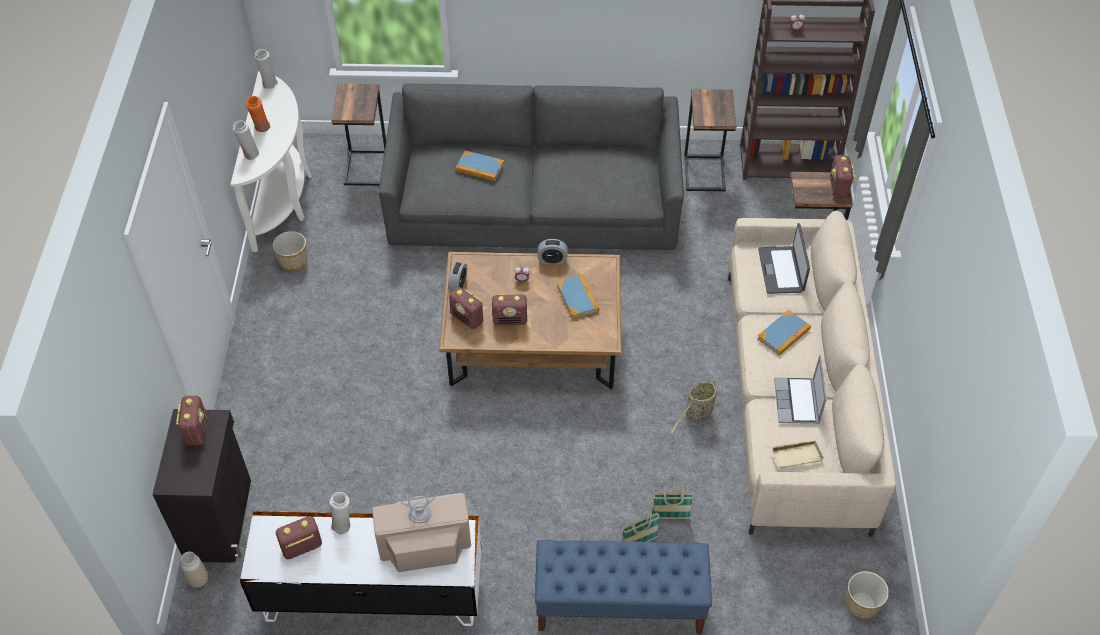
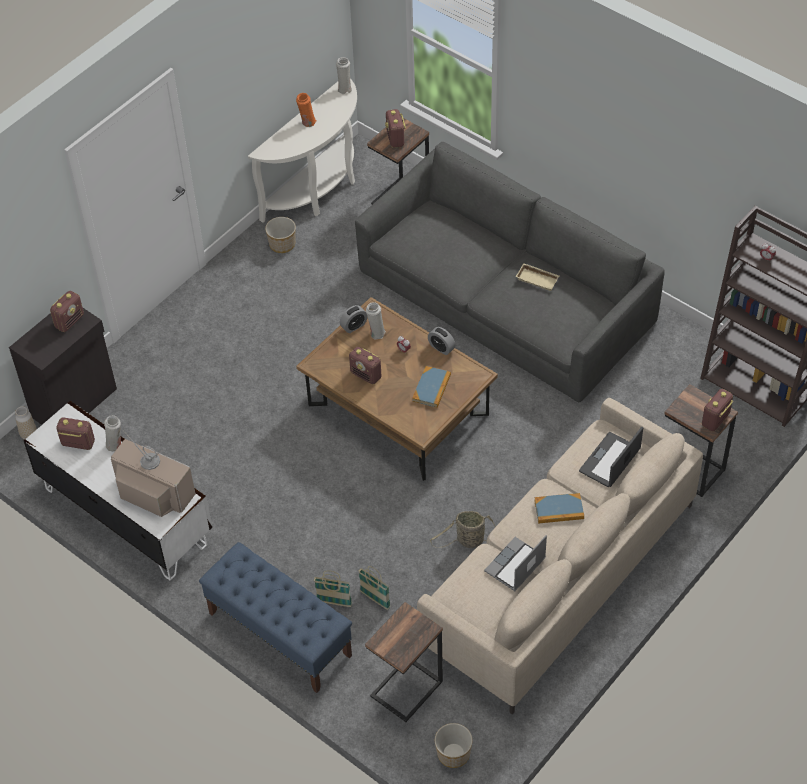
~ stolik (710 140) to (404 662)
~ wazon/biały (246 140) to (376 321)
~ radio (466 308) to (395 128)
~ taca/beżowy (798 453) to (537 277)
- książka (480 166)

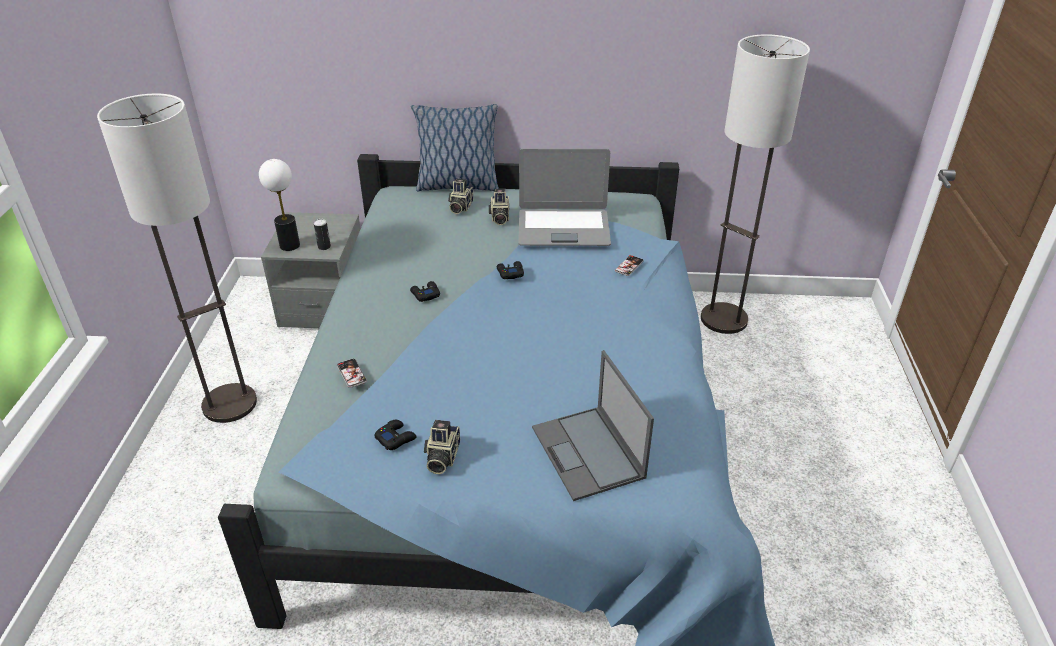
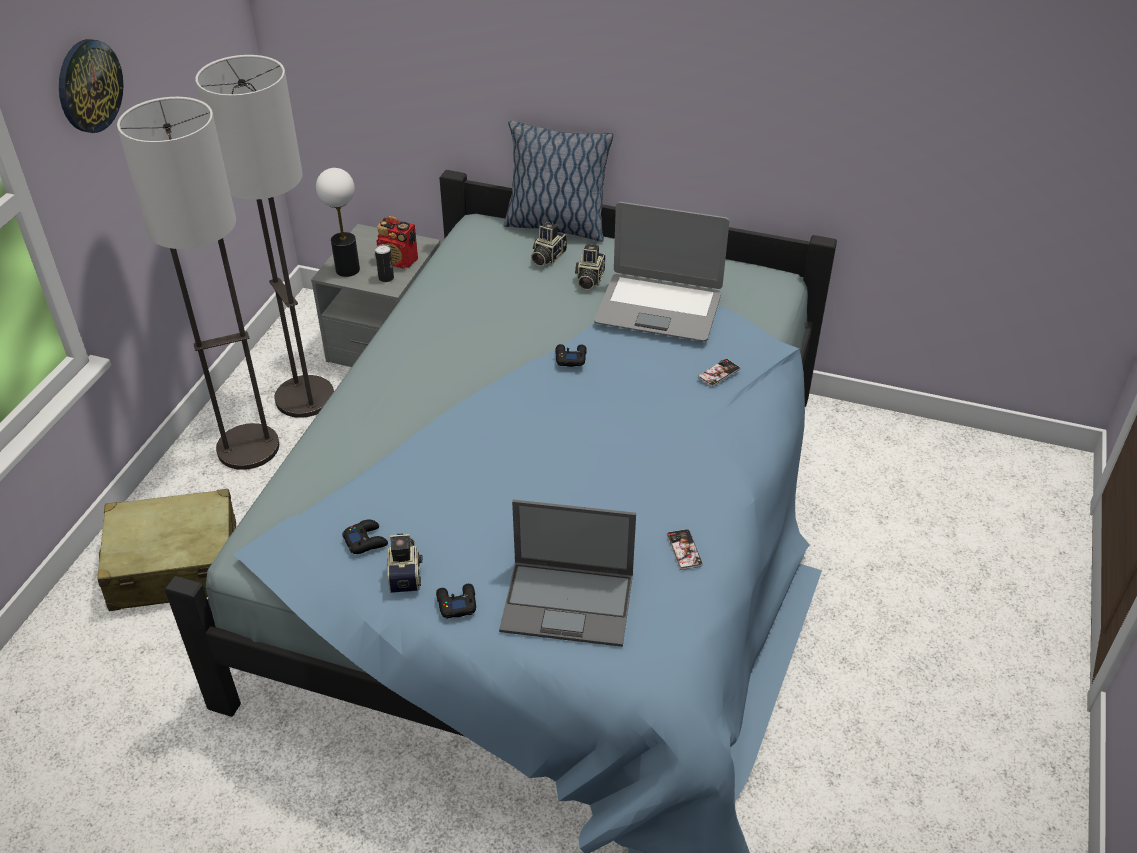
+ zegar ścienny (91 86)
+ walizka/beżowy (166 550)
~ lampa stojąca (755 184) to (264 236)
+ radio (397 242)
~ aparat fotograficzny (442 447) = (405 563) 150 degrees clockwise
~ pad do gier/czarny (425 291) to (456 601)
~ laptop (593 425) = (567 573) 75 degrees counterclockwise
~ telefon (352 373) to (685 549)

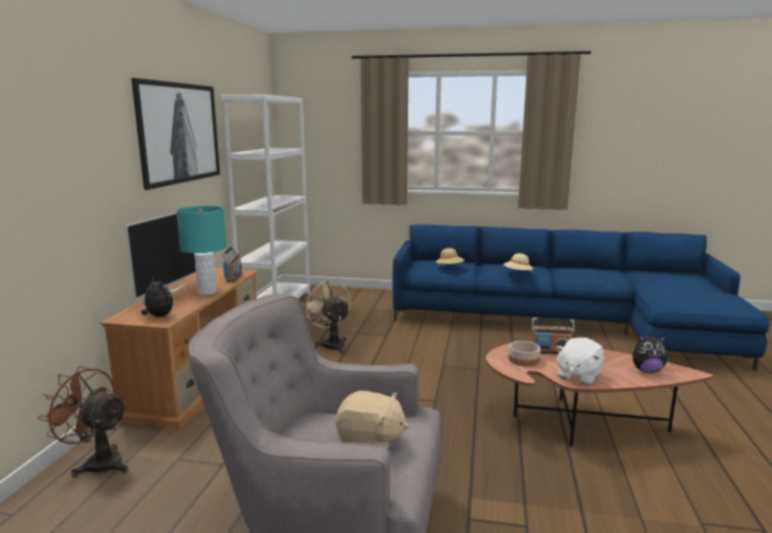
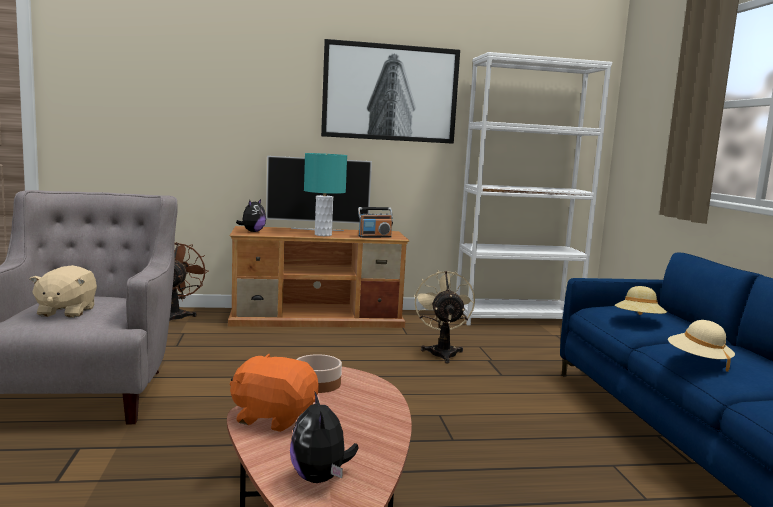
~ pluszak/biały (579 361) to pluszak/pomarańczowy (274 393)
~ wentylator/beżowy (327 316) = (444 317) 45 degrees counterclockwise
- radio (553 335)

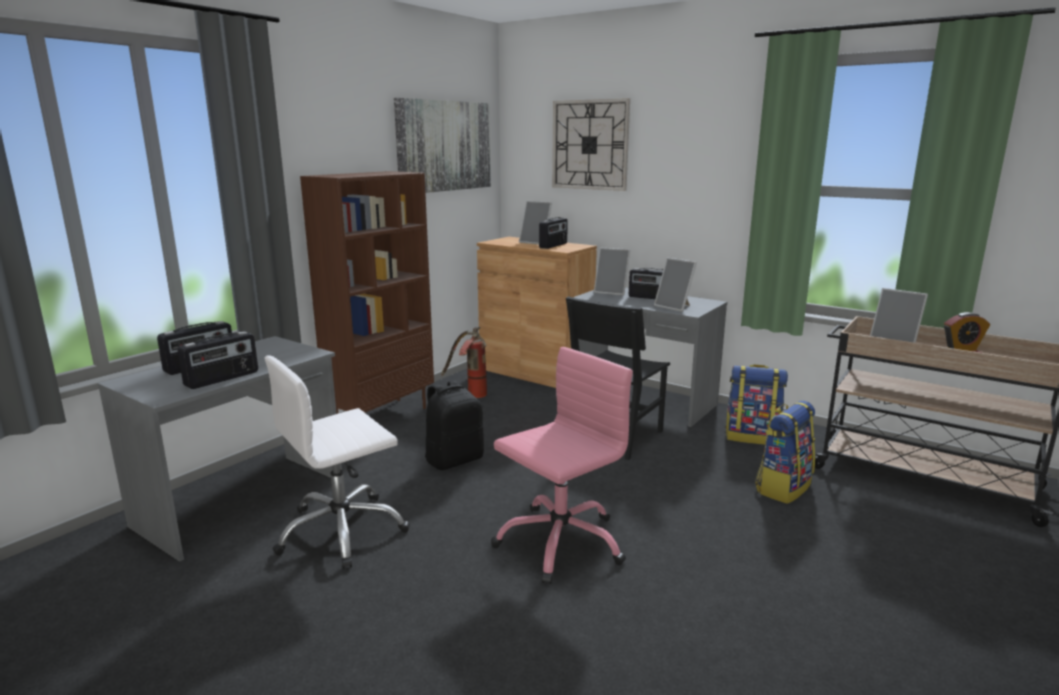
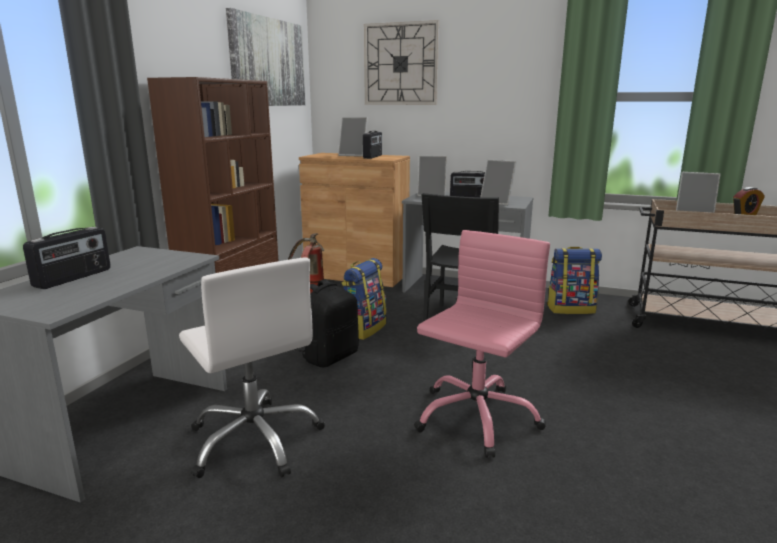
~ krzesło biurowe/biały (337 462) = (252 367) 75 degrees counterclockwise
~ plecak (785 452) to (364 299)
- radio (217 360)

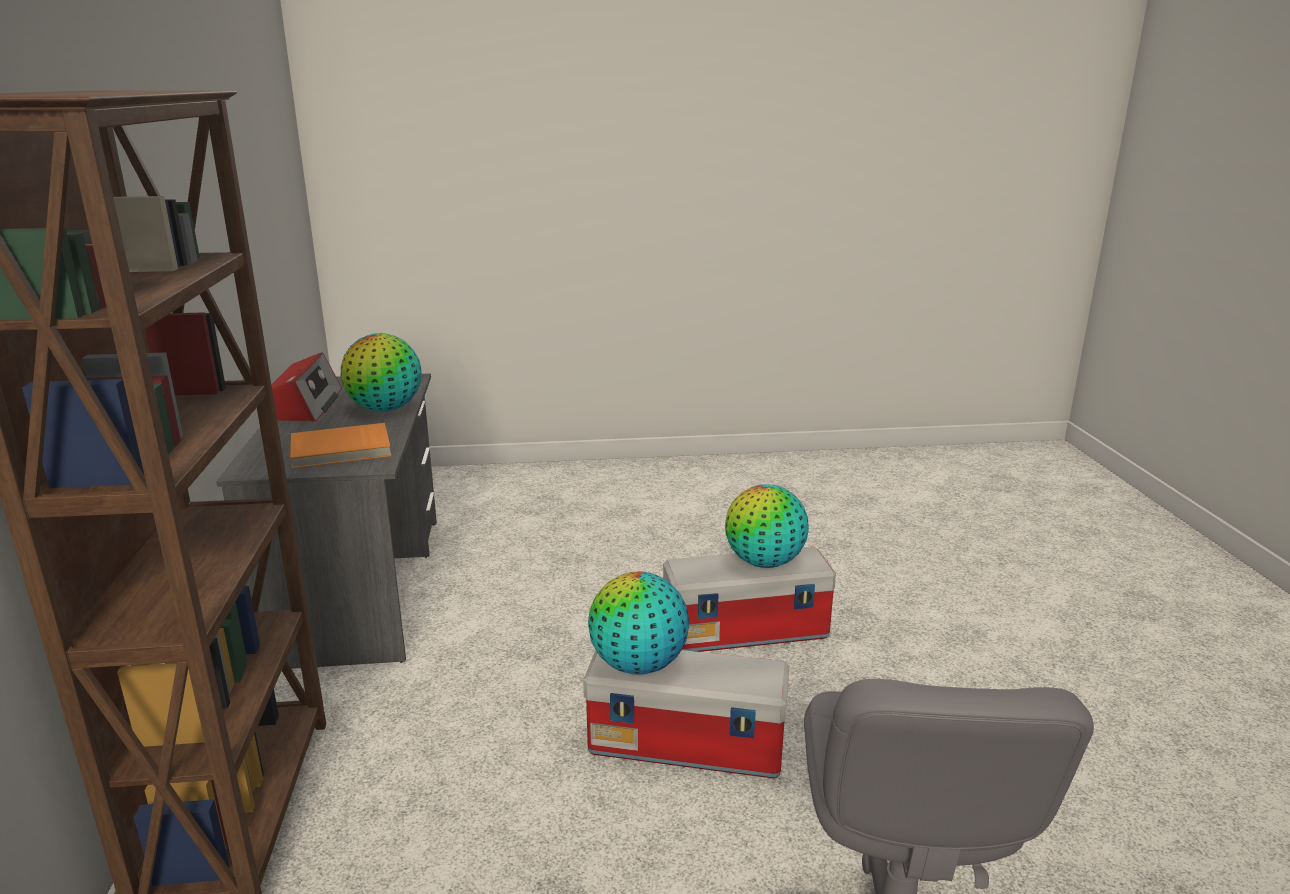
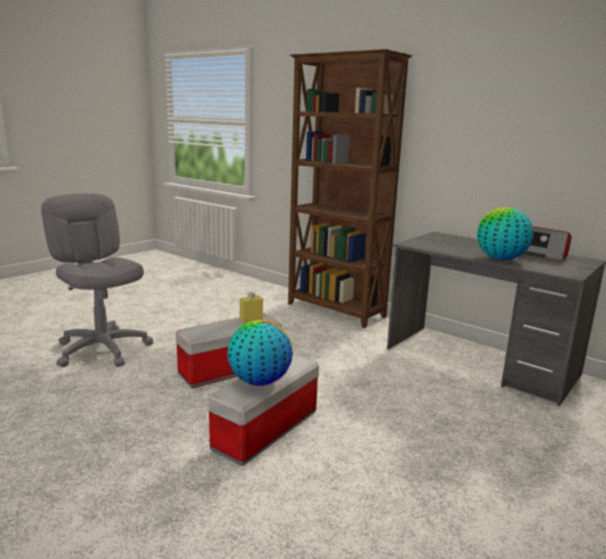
~ globus (638 623) to butelka/żółty (251 307)
- książka/pomarańczowy (340 446)

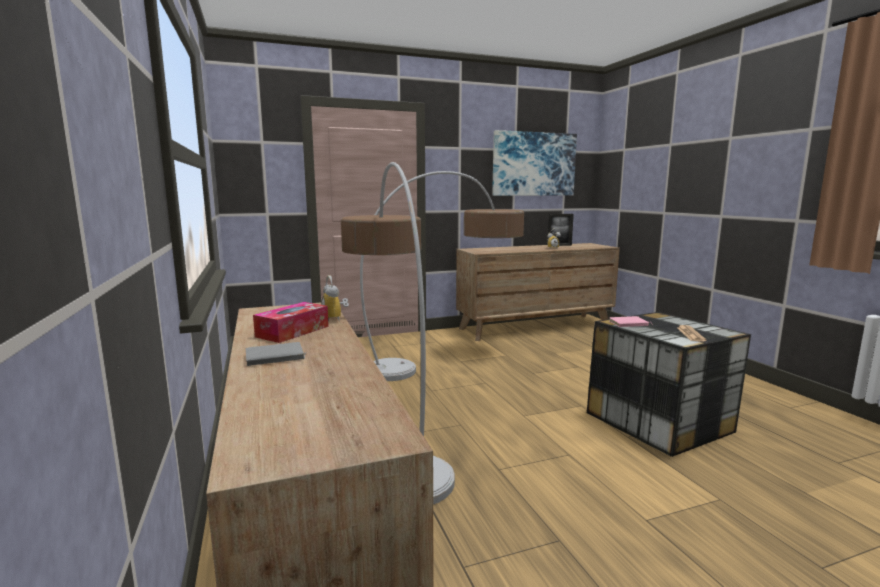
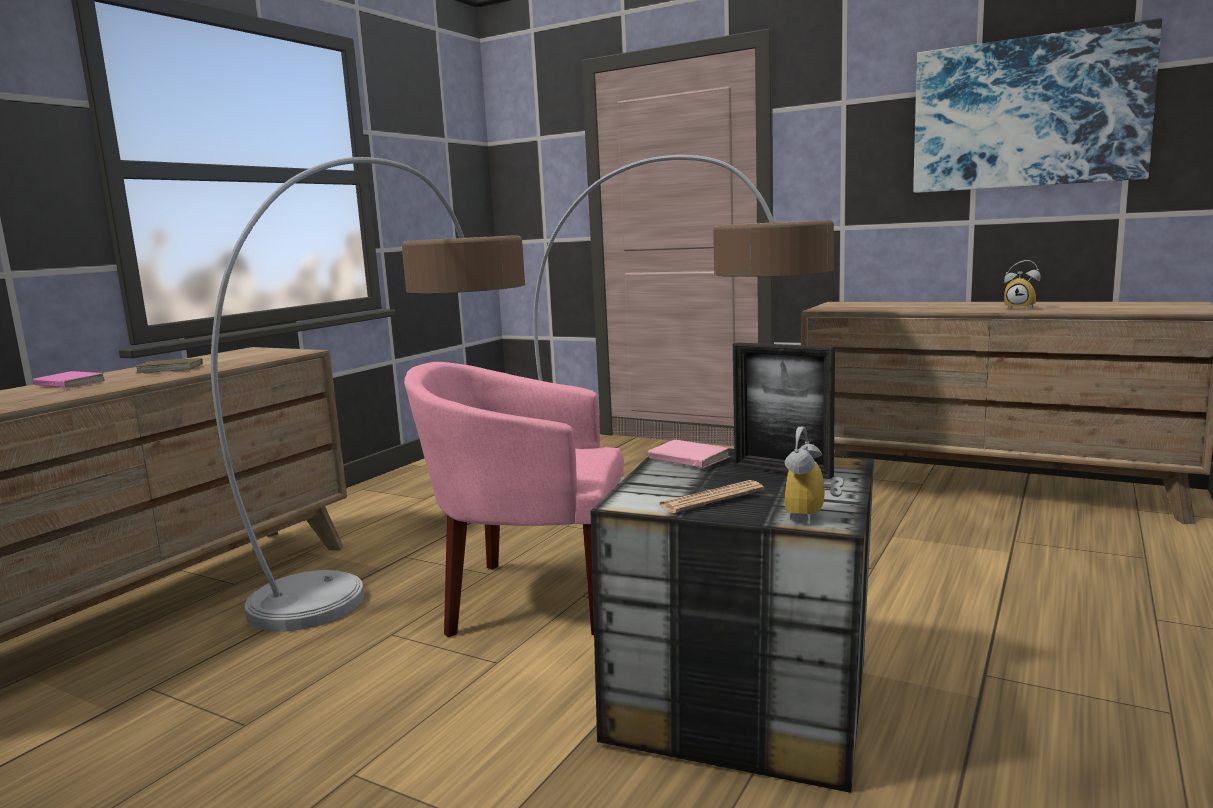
~ książka/szary (276 354) to książka/różowy (69 379)
~ pudełko chusteczek (291 322) to książka/brązowy (169 365)
+ fotel/różowy (514 499)
~ ramka na zdjęcie (561 230) to (784 410)
~ budzik (335 298) to (814 475)

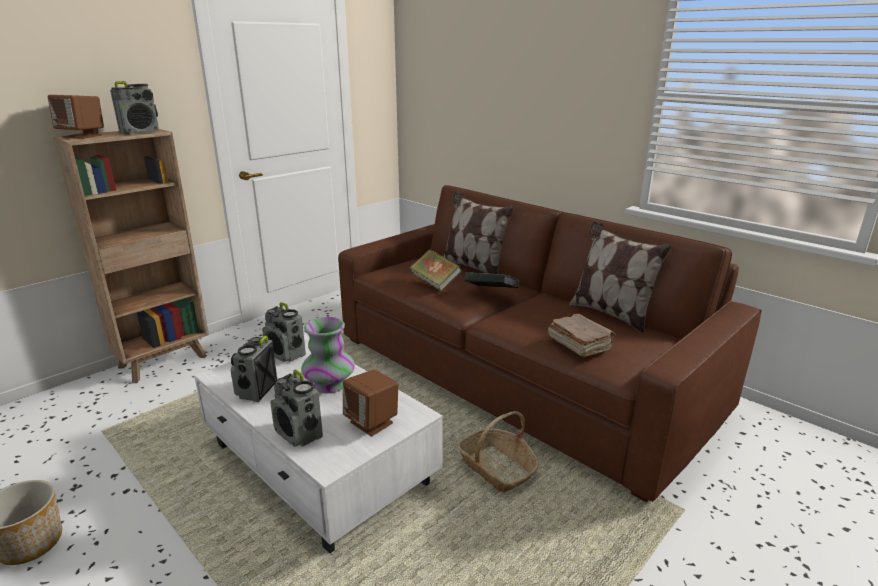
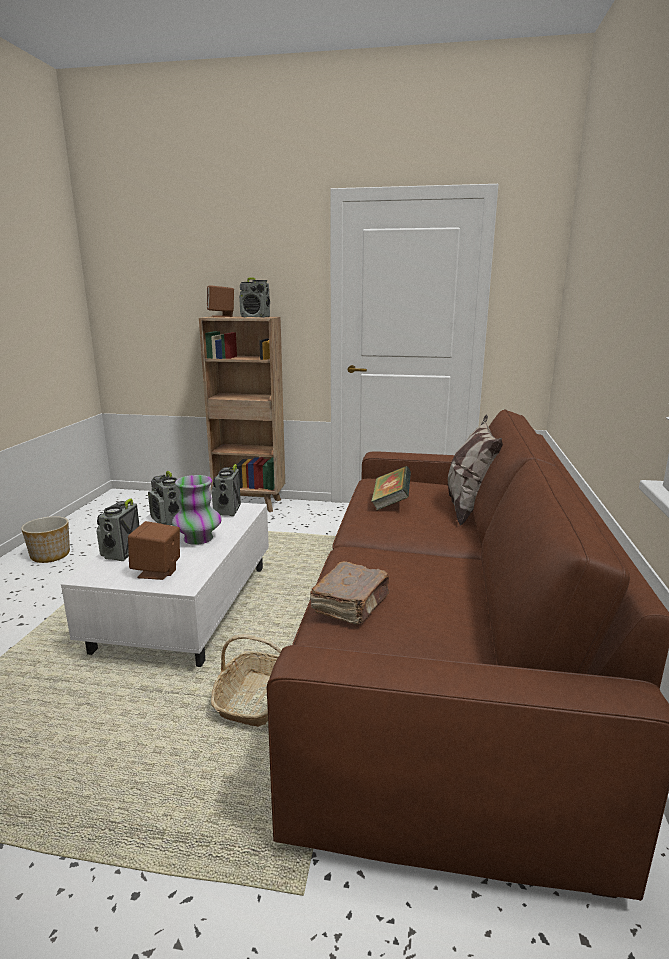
~ radio (254 368) = (164 498) 105 degrees counterclockwise
- książka (492 280)
- poduszka (620 277)

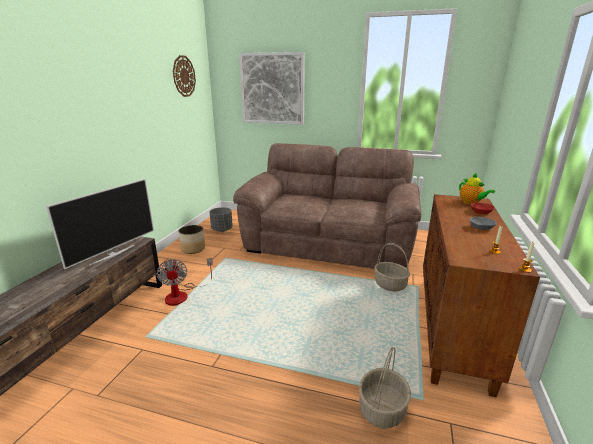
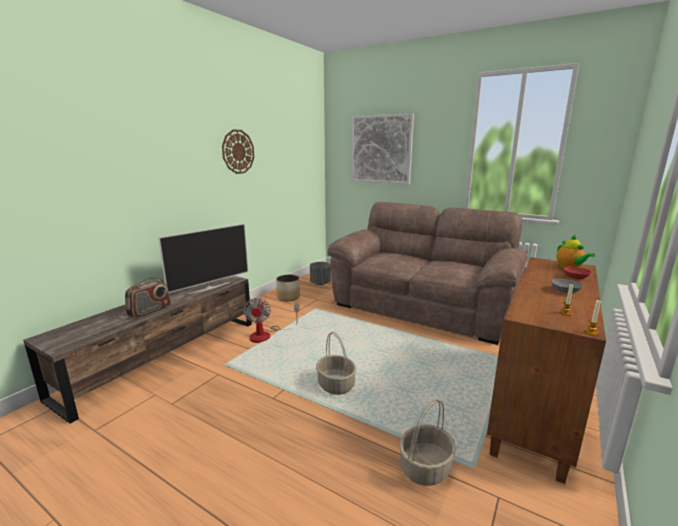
+ radio (148 298)
~ zegar ścienny (184 76) to (238 151)
~ koszyk (392 267) to (336 363)

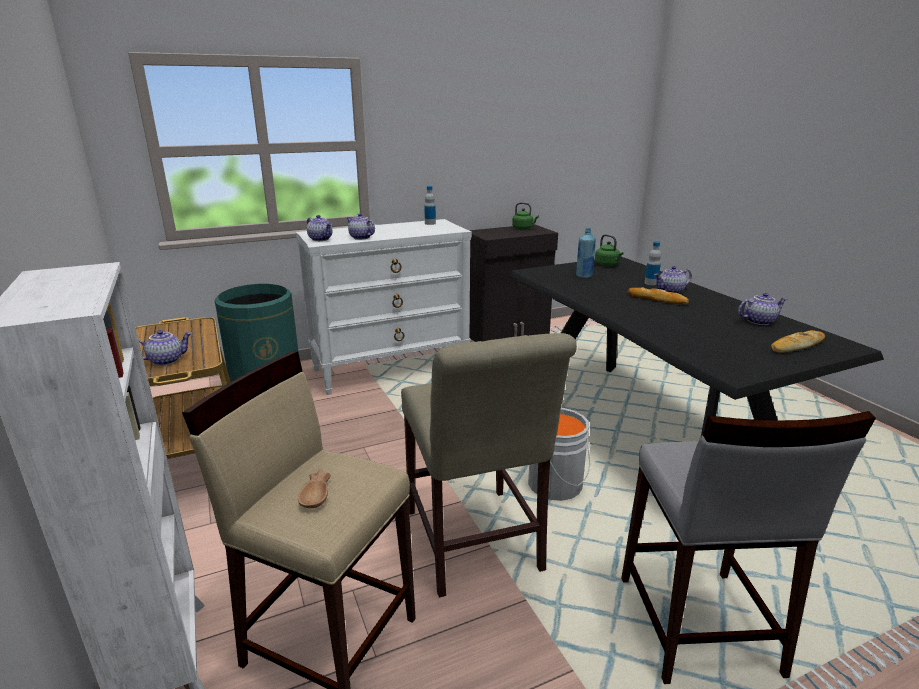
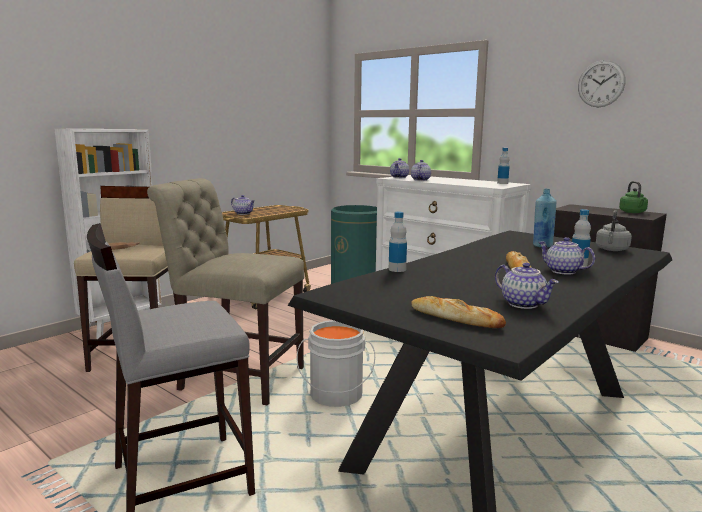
~ krzesło/beżowy (489 465) = (226 291) 60 degrees clockwise
+ butelka (398 242)
+ zegar ścienny (602 83)
~ czajnik/zielony (609 250) to czajnik/szary (614 230)

